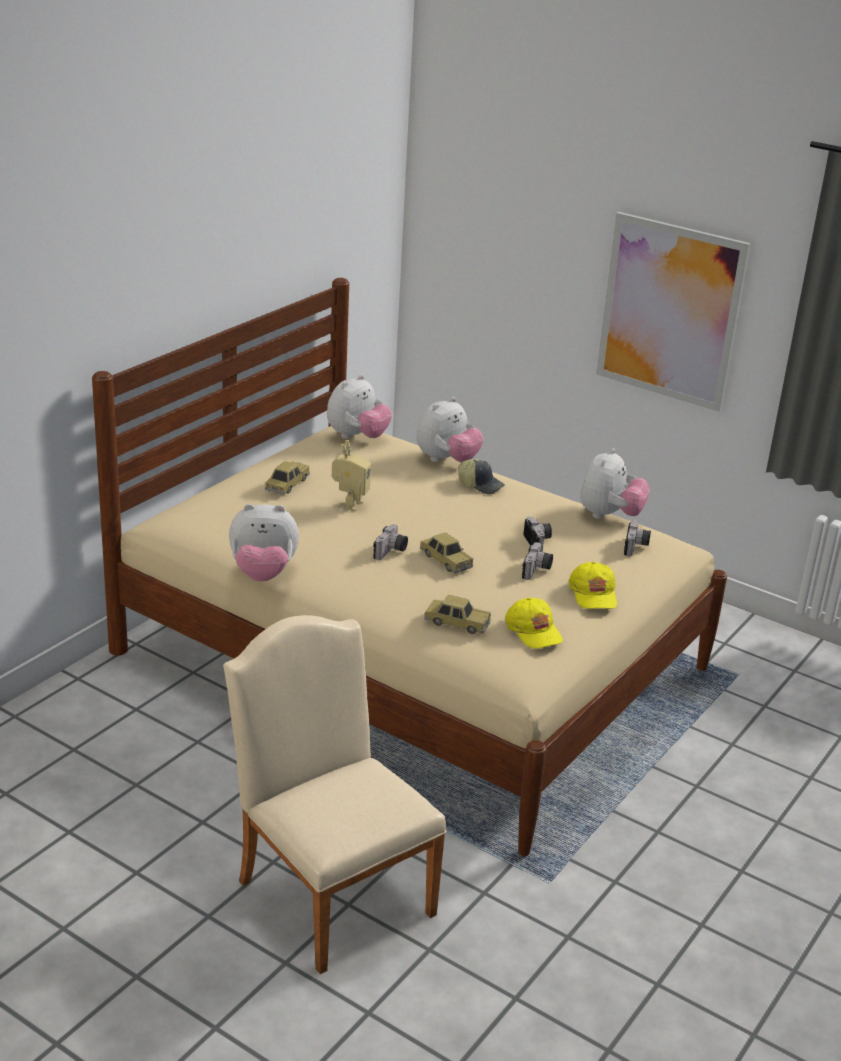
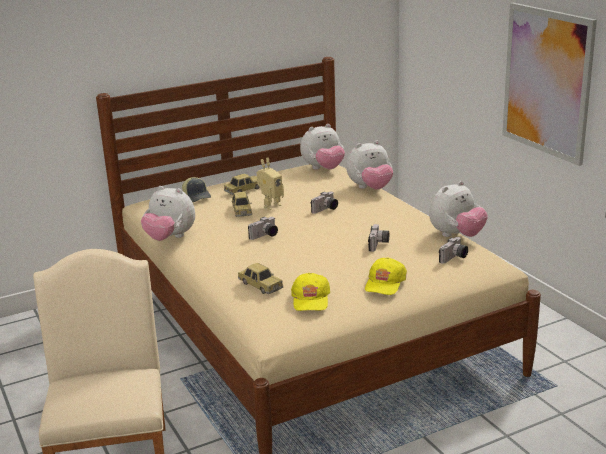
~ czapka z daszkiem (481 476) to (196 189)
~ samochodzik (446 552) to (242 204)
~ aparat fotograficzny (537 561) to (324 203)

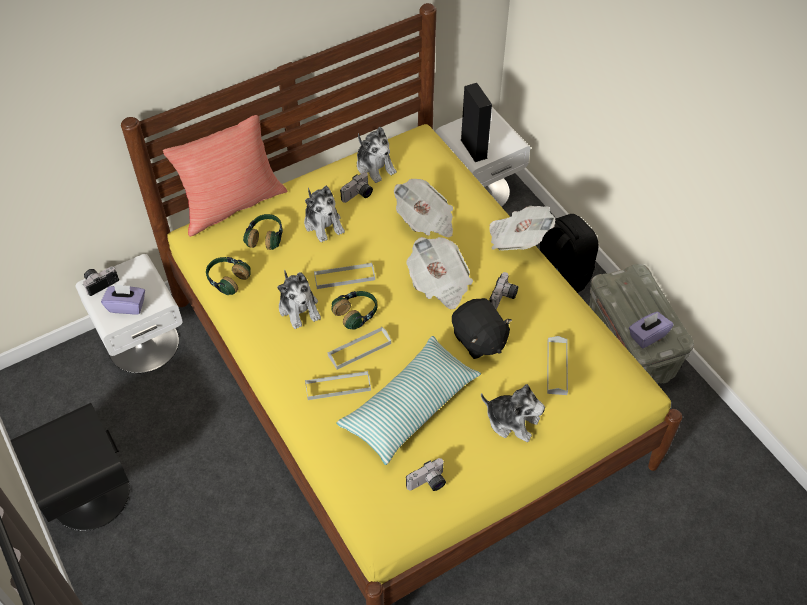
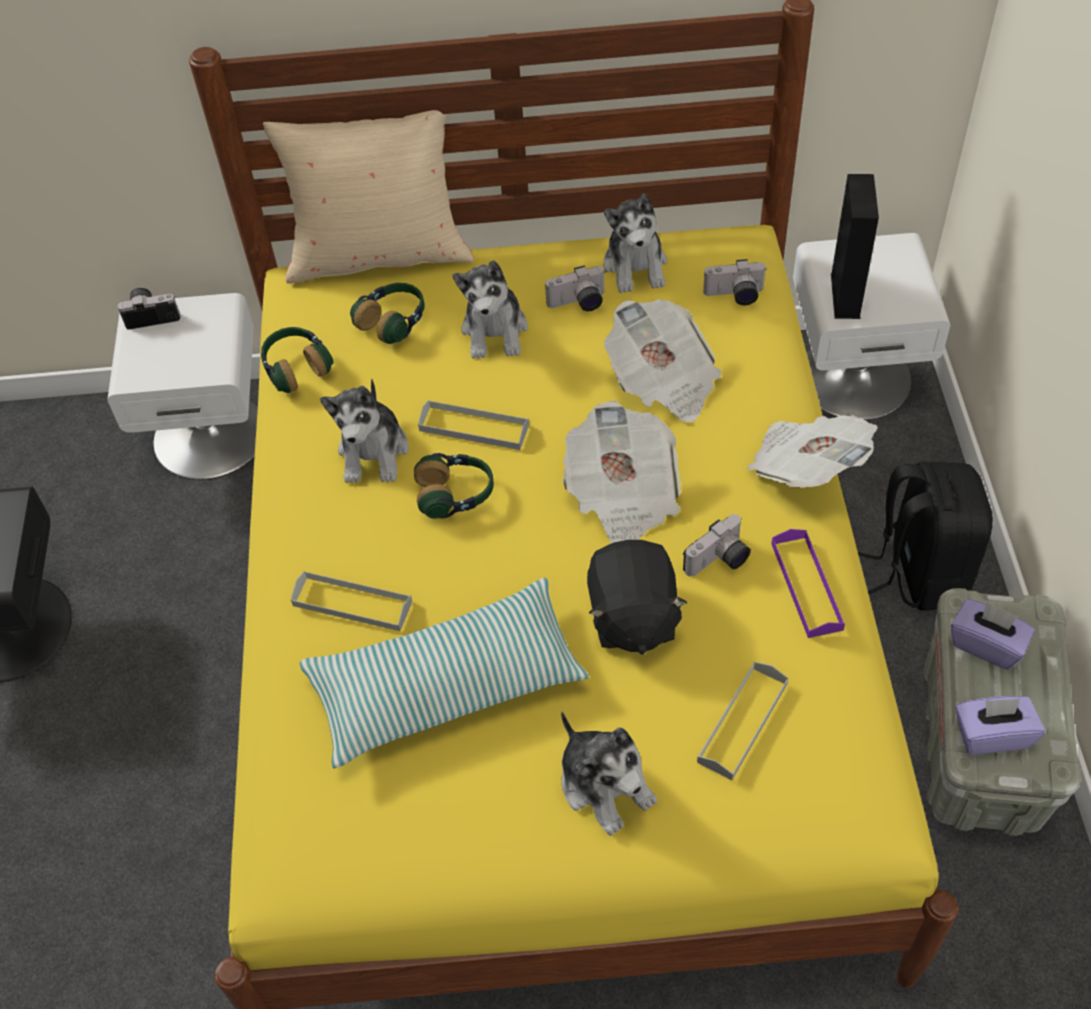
~ poduszka/czerwony (225 176) to poduszka/beżowy (368 197)
~ aparat fotograficzny (426 474) to (734 282)
+ taca/fioletowy (808 583)
~ pudełko chusteczek/fioletowy (123 299) to (993 634)
- taca/szary (359 348)

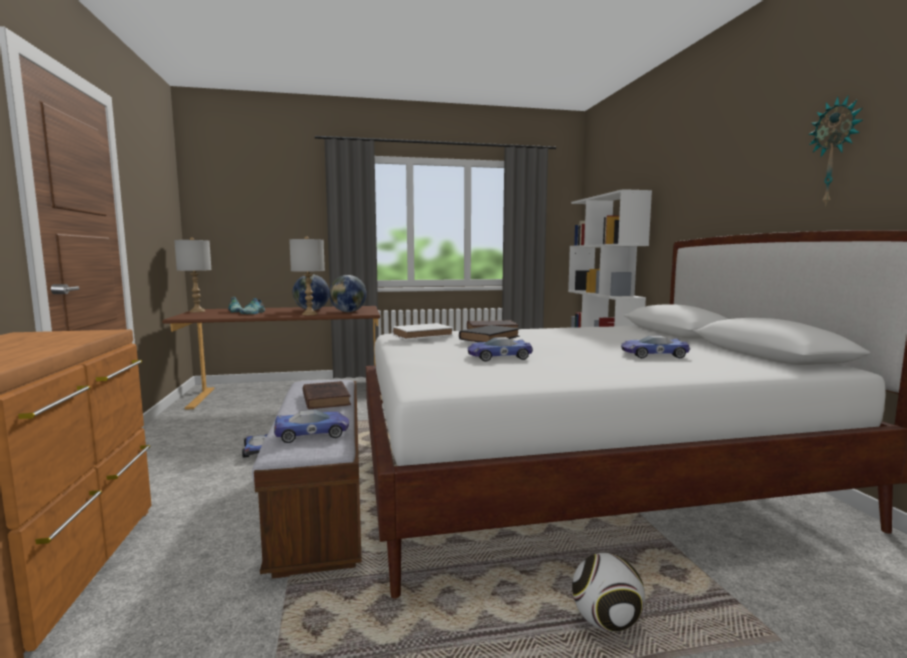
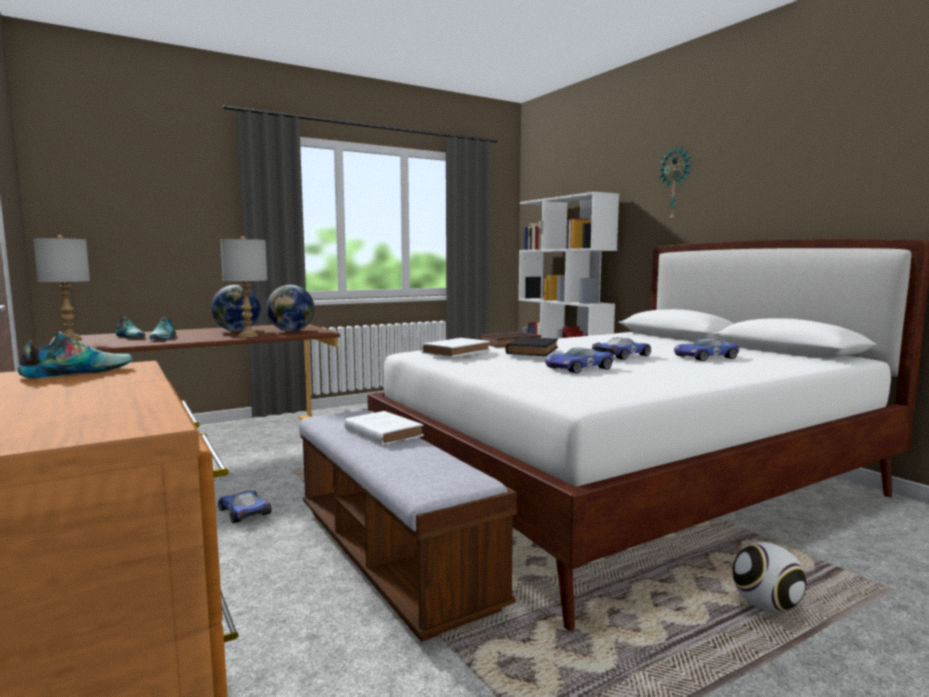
+ but (75 355)
~ książka/brązowy (327 395) to książka/biały (384 428)
~ samochodzik (311 426) to (621 348)
~ zegar ścienny (835 150) to (675 183)

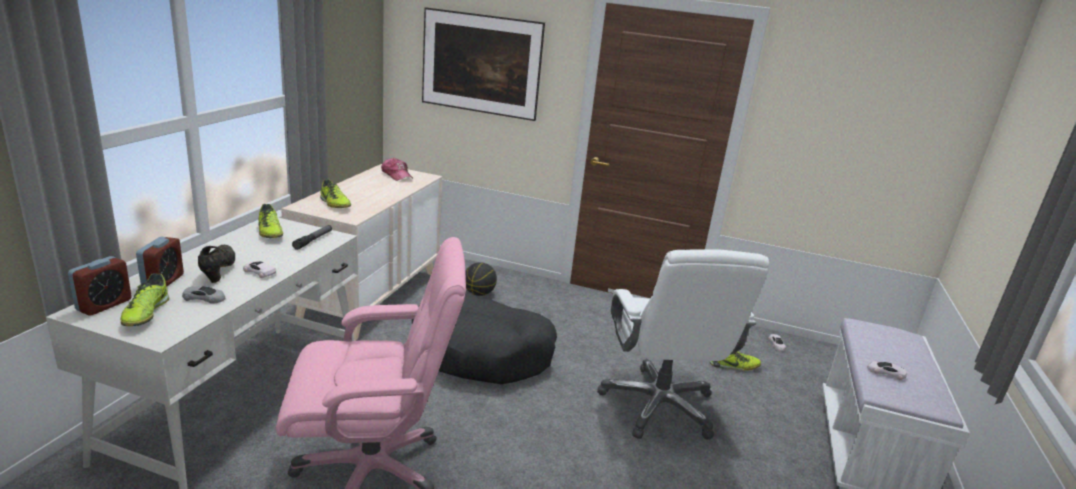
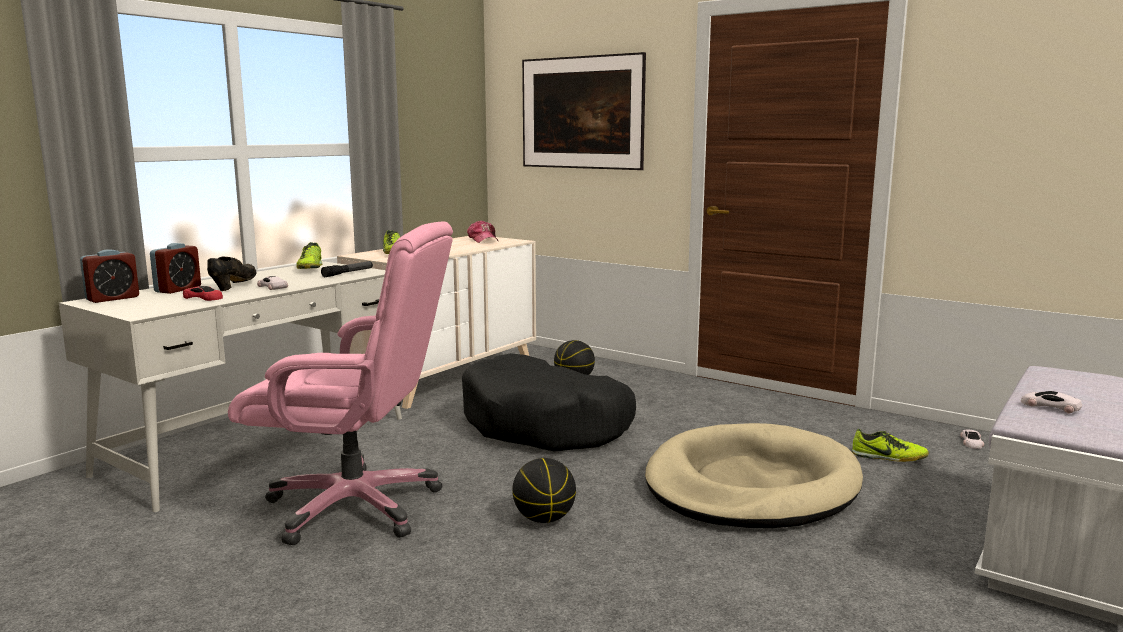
~ samochodzik/szary (203 294) to samochodzik/czerwony (203 293)
+ piłka do koszykówki (544 490)
~ krzesło biurowe/biały (683 344) to legowisko/beżowy (754 475)
- but (144 299)

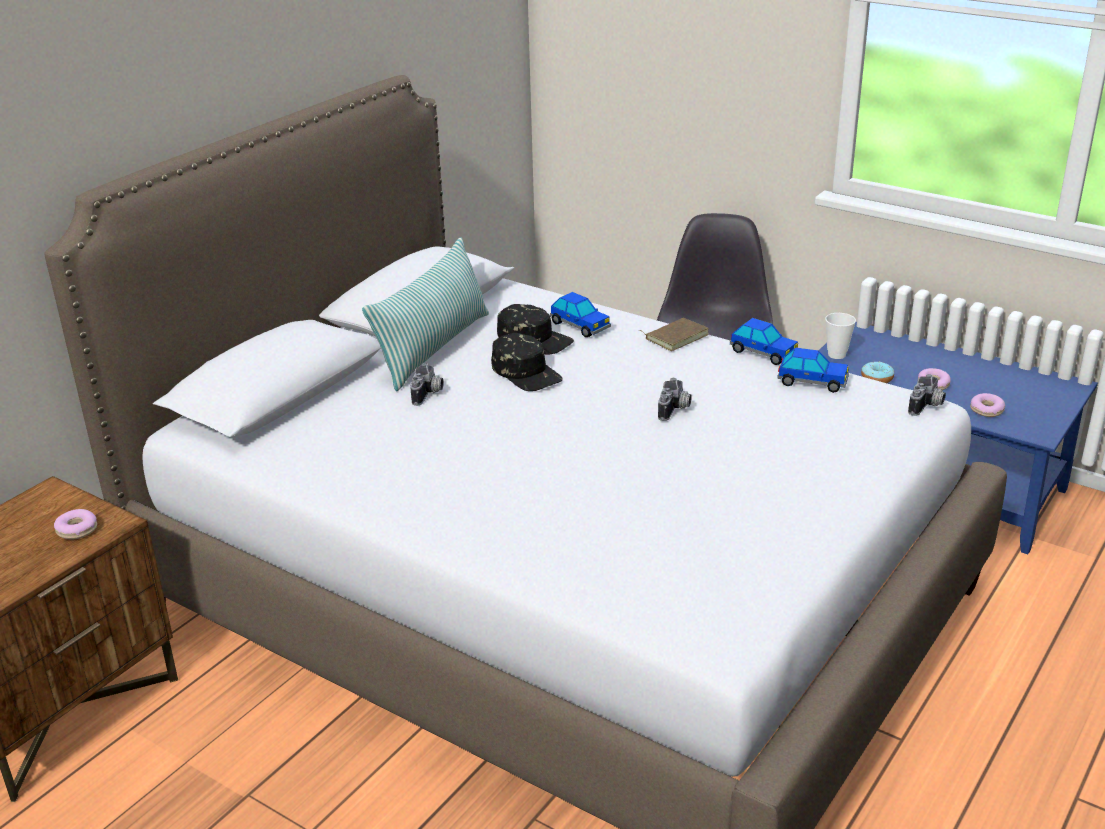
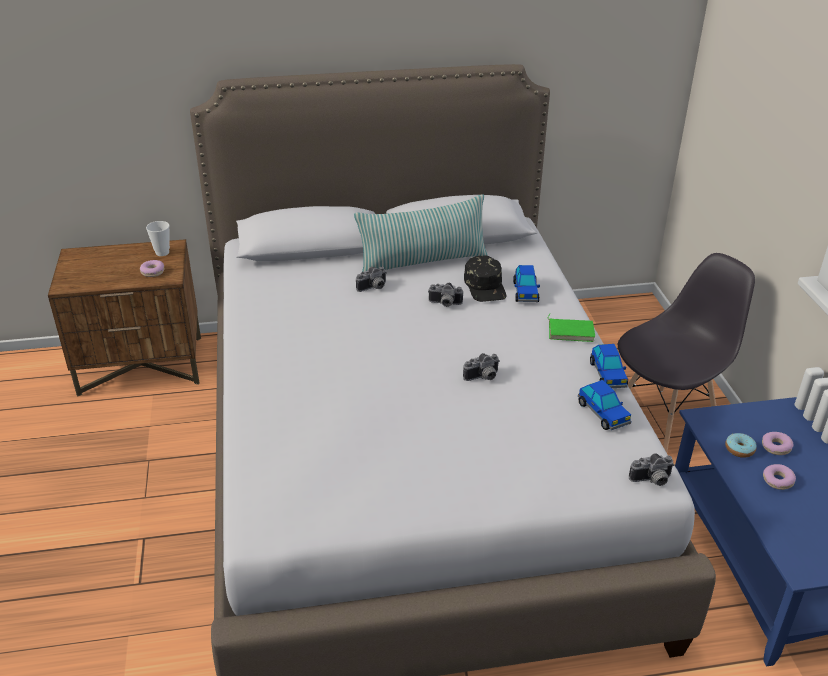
~ filiżanka (840 336) to (158 238)
~ czapka z daszkiem/czarny (527 362) to aparat fotograficzny (445 295)
~ książka/brązowy (674 334) to książka/zielony (571 328)
~ donut (987 405) to (777 443)

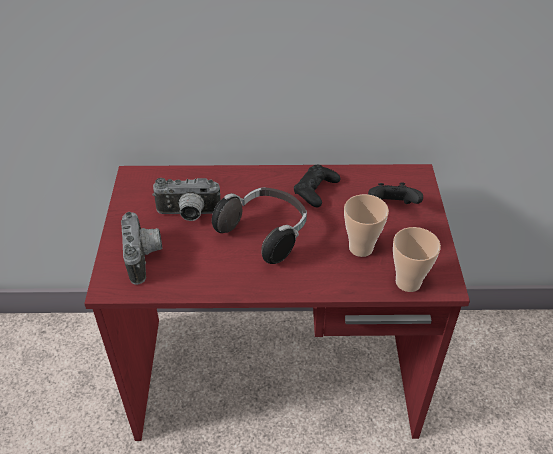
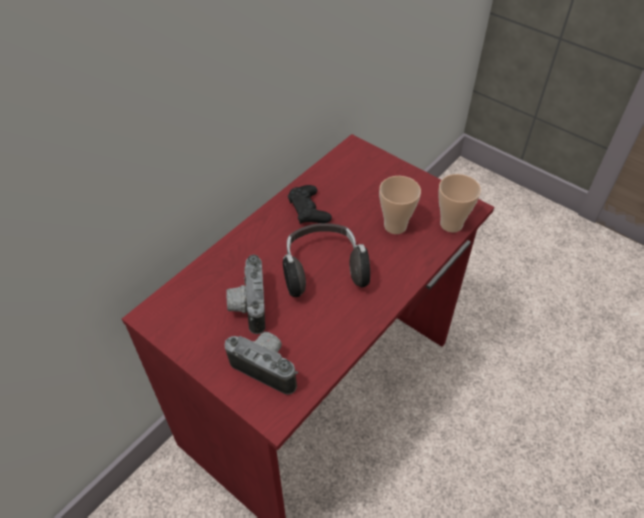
~ aparat fotograficzny (186 199) = (245 294) 135 degrees clockwise
- pad do gier/czarny (395 193)

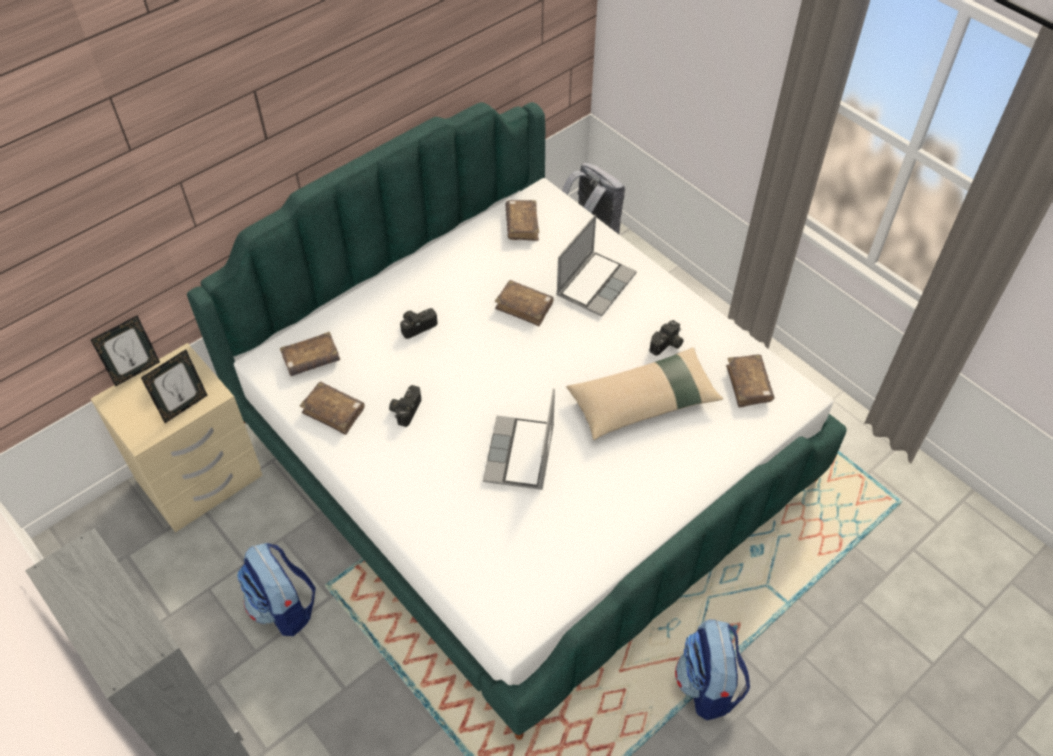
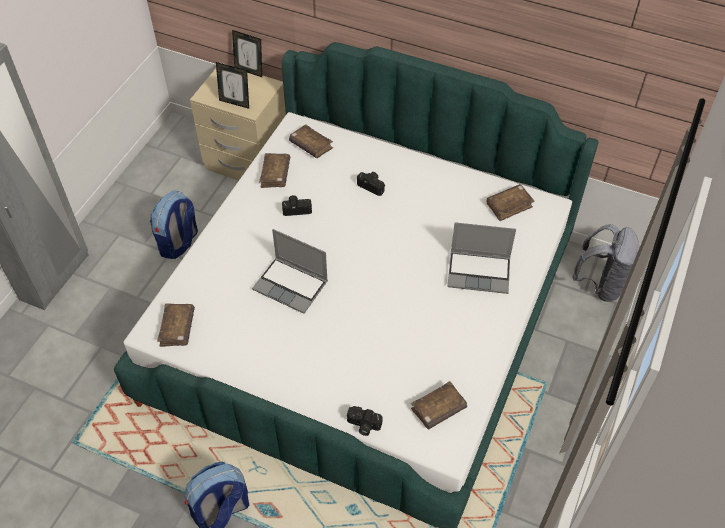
~ książka/brązowy (524 303) to (176 325)
~ laptop (519 439) = (290 271) 135 degrees counterclockwise
~ aparat fotograficzny (666 338) to (365 421)
- poduszka/beżowy (644 393)

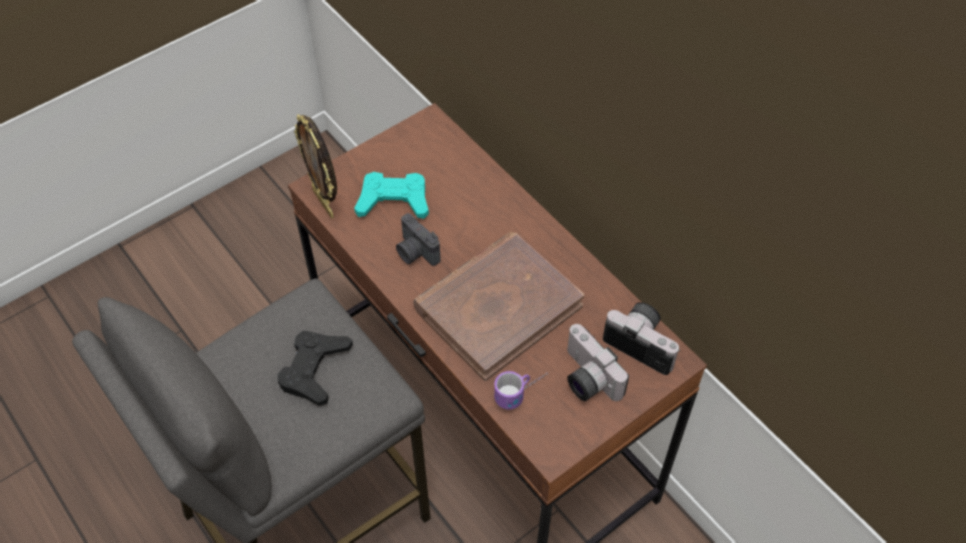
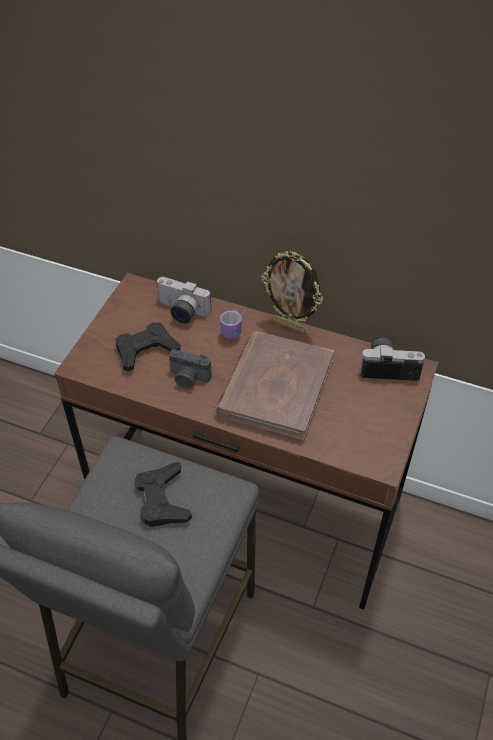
~ pad do gier/turkusowy (391 195) to pad do gier/czarny (148 347)
~ aparat fotograficzny (598 362) to (184 300)
~ kubek (521 390) to (232 324)
~ ramka na zdjęcie (315 166) to (292 292)

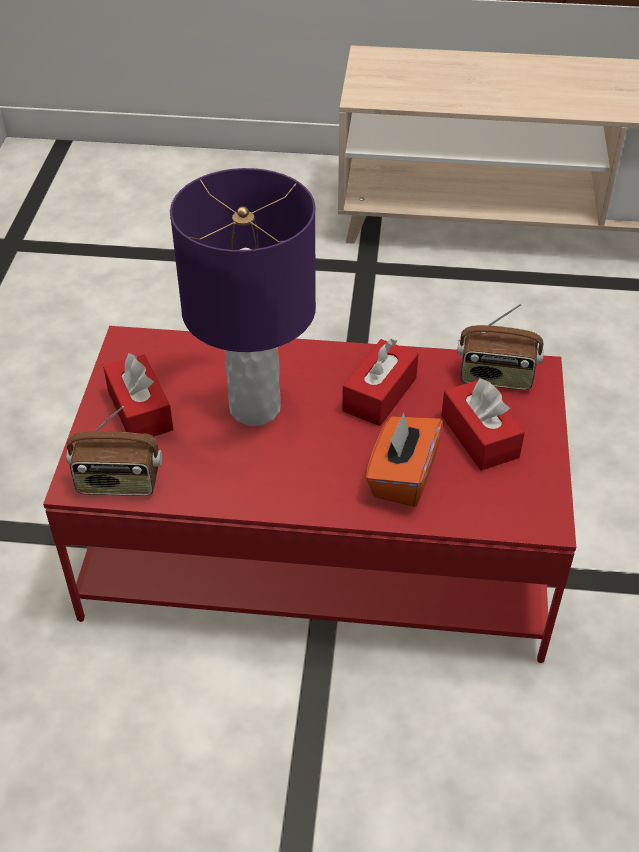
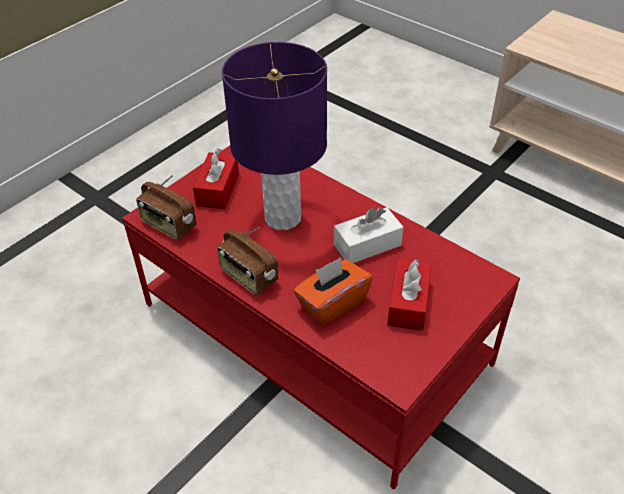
~ radio (500 347) to (247 261)
~ pudełko chusteczek/czerwony (380 382) to pudełko chusteczek/biały (368 235)

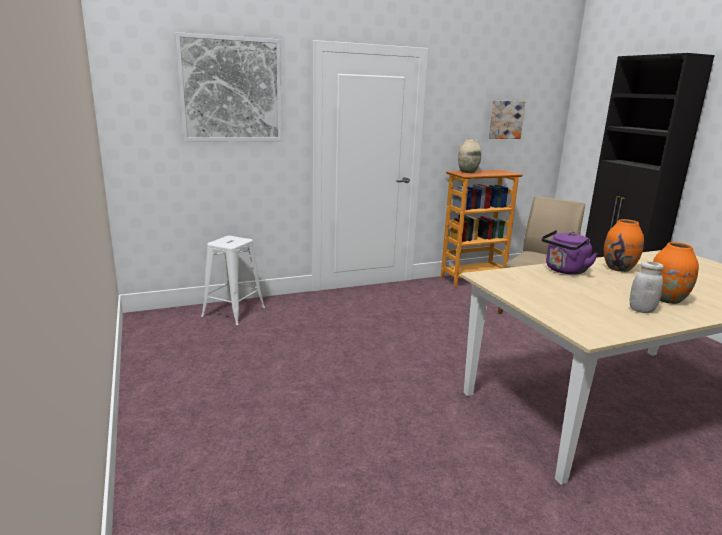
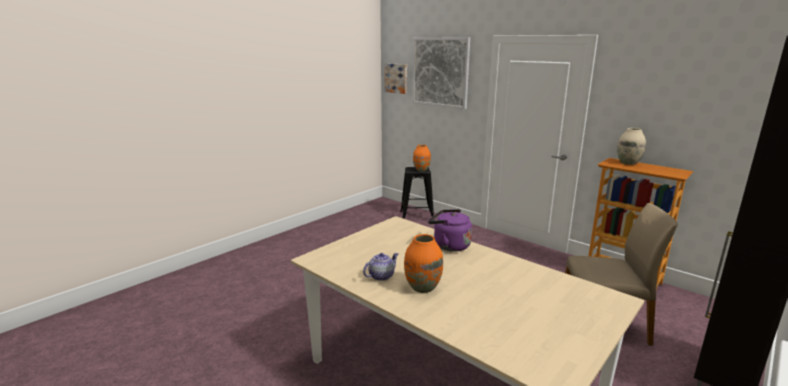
~ słoik/biały (647 287) to imbryk (381 267)
~ obraz (507 119) to (395 78)
~ stołek/biały (233 280) to stołek/czarny (417 194)
~ wazon/pomarańczowy (624 245) to (422 158)

